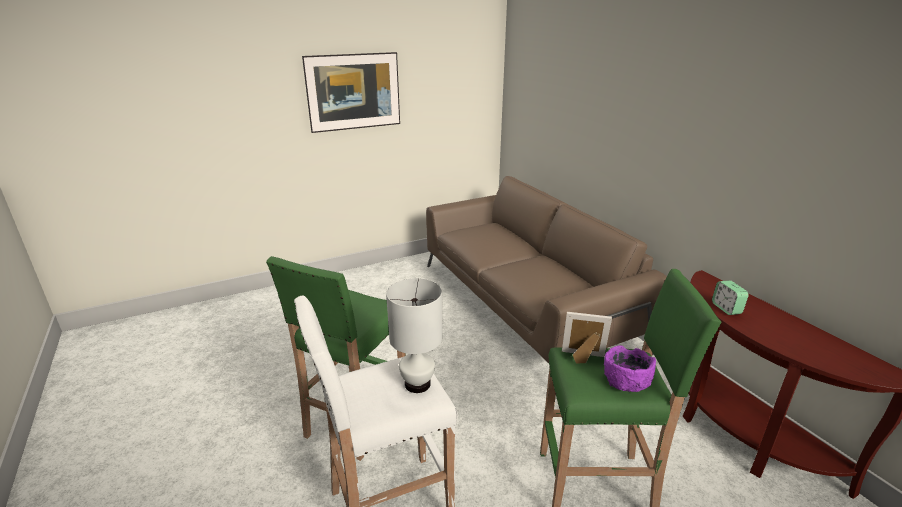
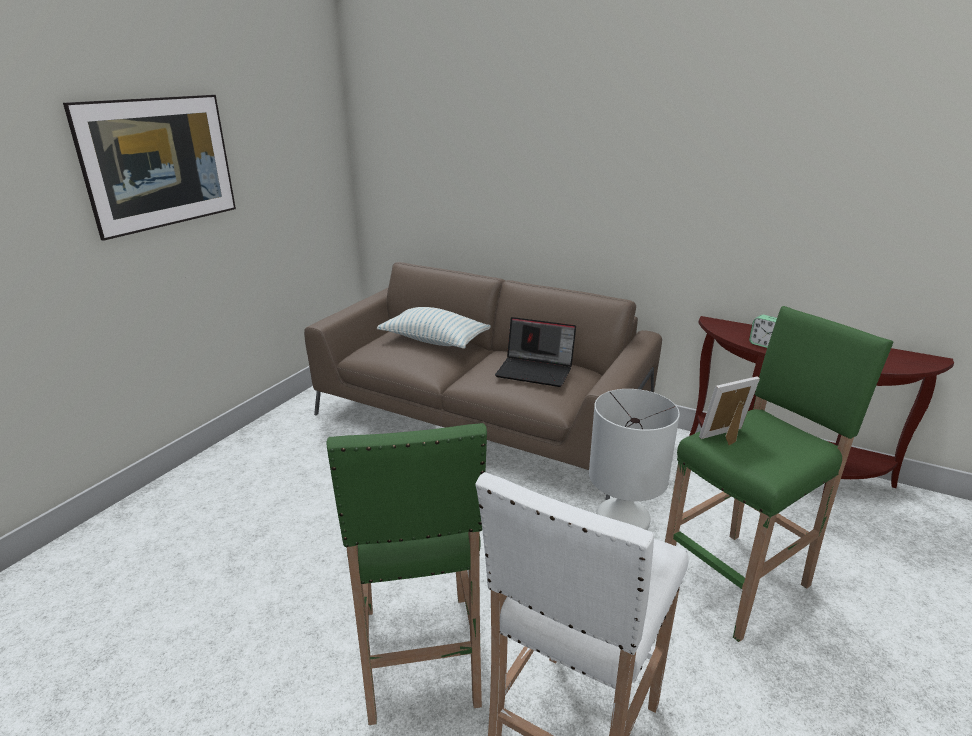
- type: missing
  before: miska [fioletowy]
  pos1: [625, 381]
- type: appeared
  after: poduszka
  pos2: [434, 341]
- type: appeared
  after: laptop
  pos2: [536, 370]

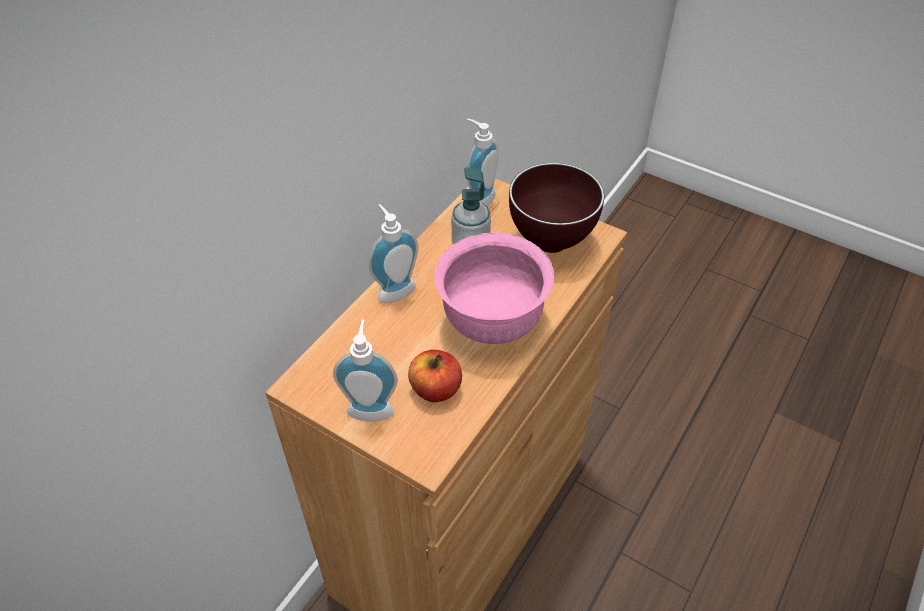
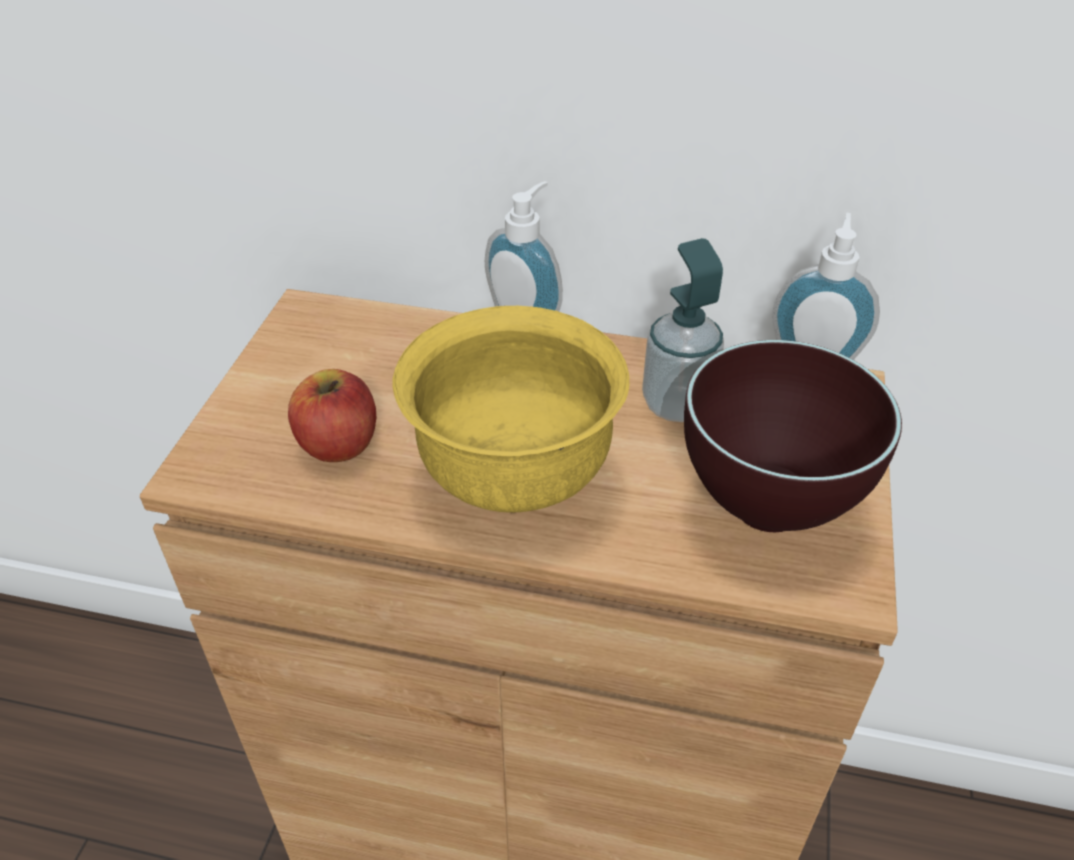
- type: missing
  before: dozownik mydła
  pos1: [371, 407]
- type: colour
  before: miska [różowy]
  after: miska [żółty]
  pos1: [492, 322]
  pos2: [513, 474]

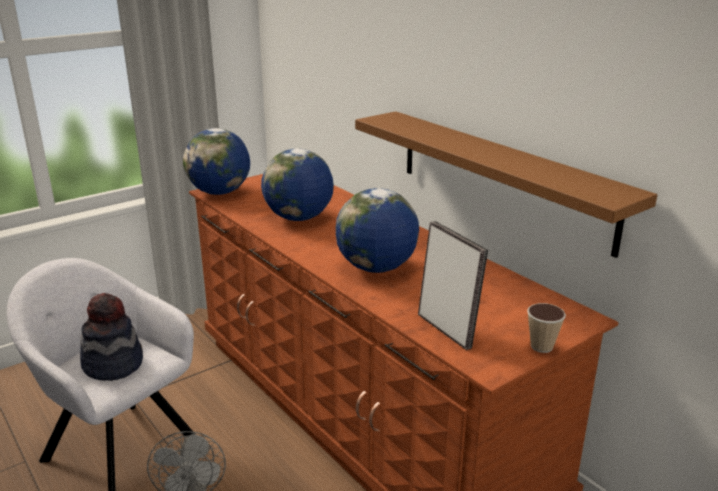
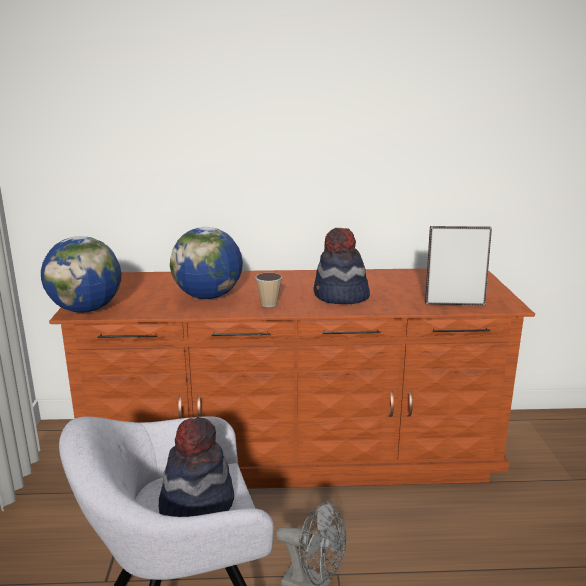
- type: exchanged
  before: globus
  after: kapelusz
  pos1: [376, 268]
  pos2: [340, 297]
- type: missing
  before: półka [brązowy]
  pos1: [501, 177]
- type: relocated
  before: filiżanka
  pos1: [541, 346]
  pos2: [269, 304]

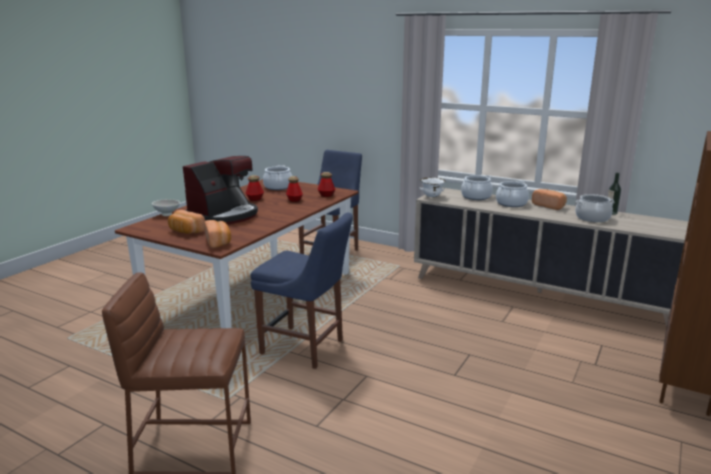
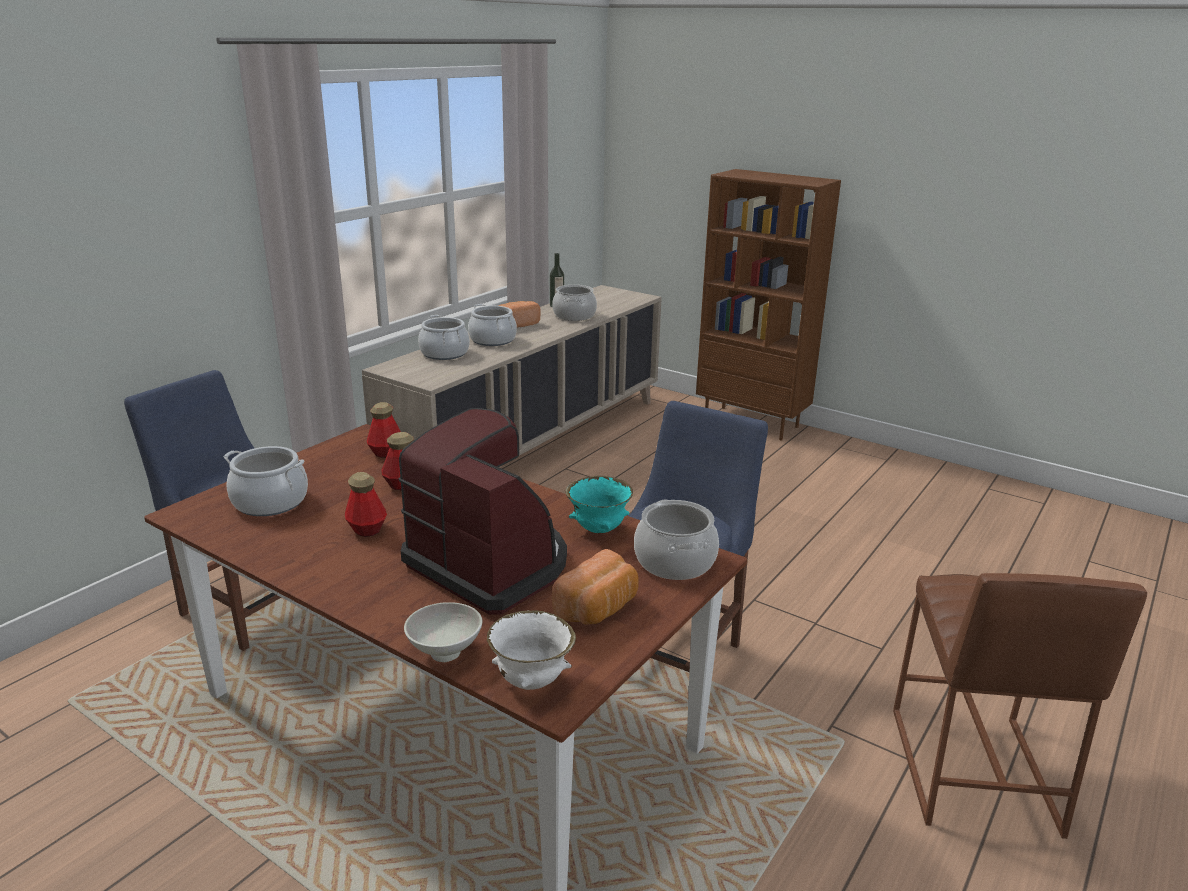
- type: exchanged
  before: chleb
  after: garnek
  pos1: [219, 242]
  pos2: [675, 561]
- type: relocated
  before: miska [biały]
  pos1: [431, 197]
  pos2: [531, 682]
- type: appeared
  after: miska [turkusowy]
  pos2: [599, 529]

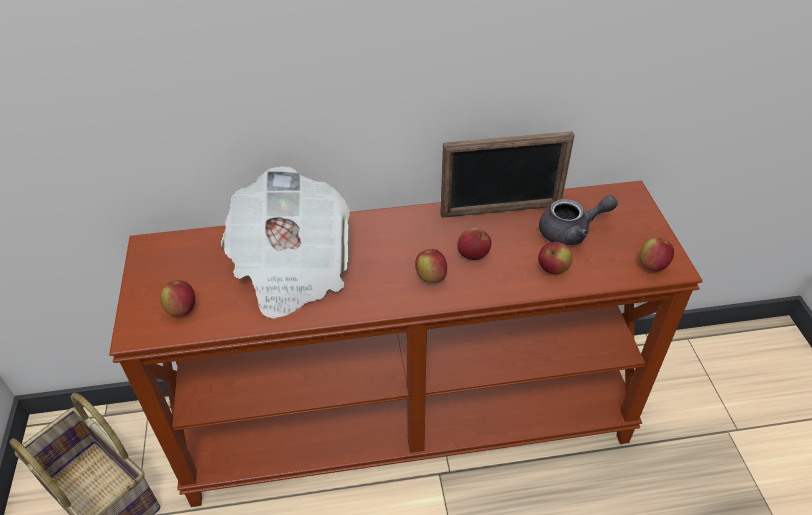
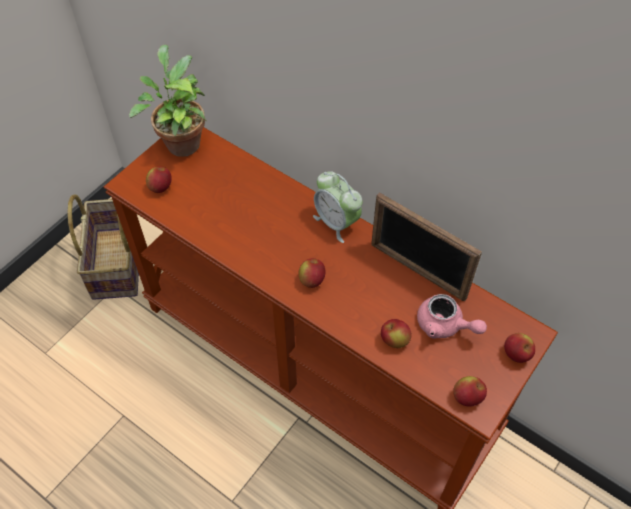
- type: missing
  before: gazeta
  pos1: [291, 267]
- type: relocated
  before: jabłko
  pos1: [473, 255]
  pos2: [516, 354]
- type: colour
  before: imbryk [szary]
  after: imbryk [różowy]
  pos1: [571, 231]
  pos2: [445, 326]
- type: appeared
  after: roślina doniczkowa
  pos2: [181, 141]
- type: appeared
  after: budzik
  pos2: [336, 222]

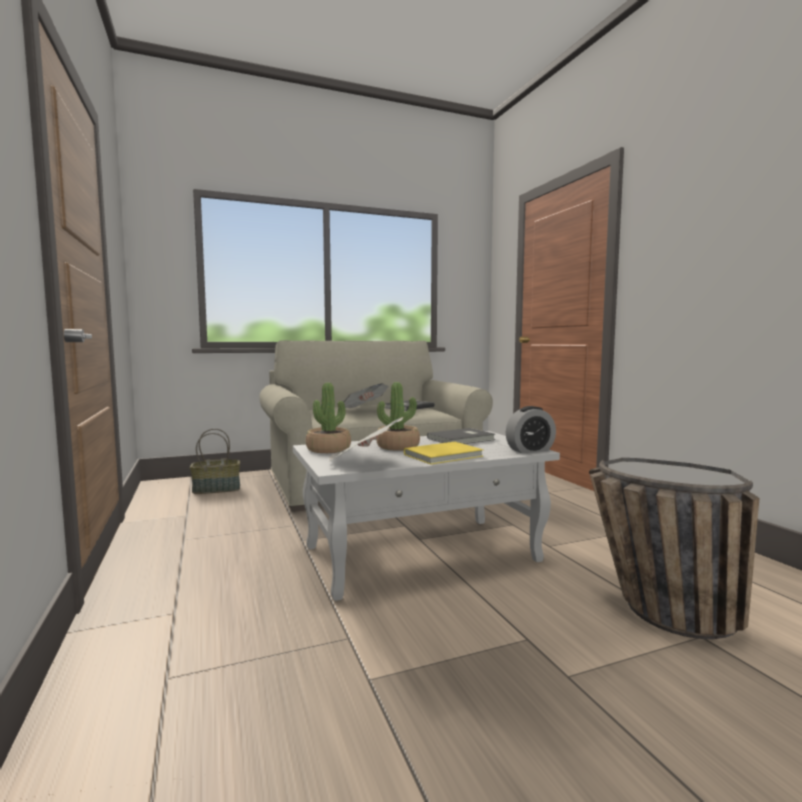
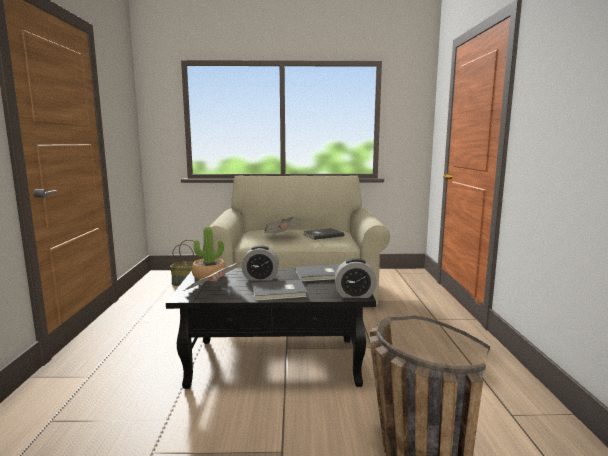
- type: colour
  before: ława [biały]
  after: ława [czarny]
  pos1: [422, 553]
  pos2: [276, 361]
- type: exchanged
  before: roślina doniczkowa
  after: budzik
  pos1: [398, 446]
  pos2: [260, 278]
- type: colour
  before: książka [żółty]
  after: książka [szary]
  pos1: [445, 455]
  pos2: [280, 292]

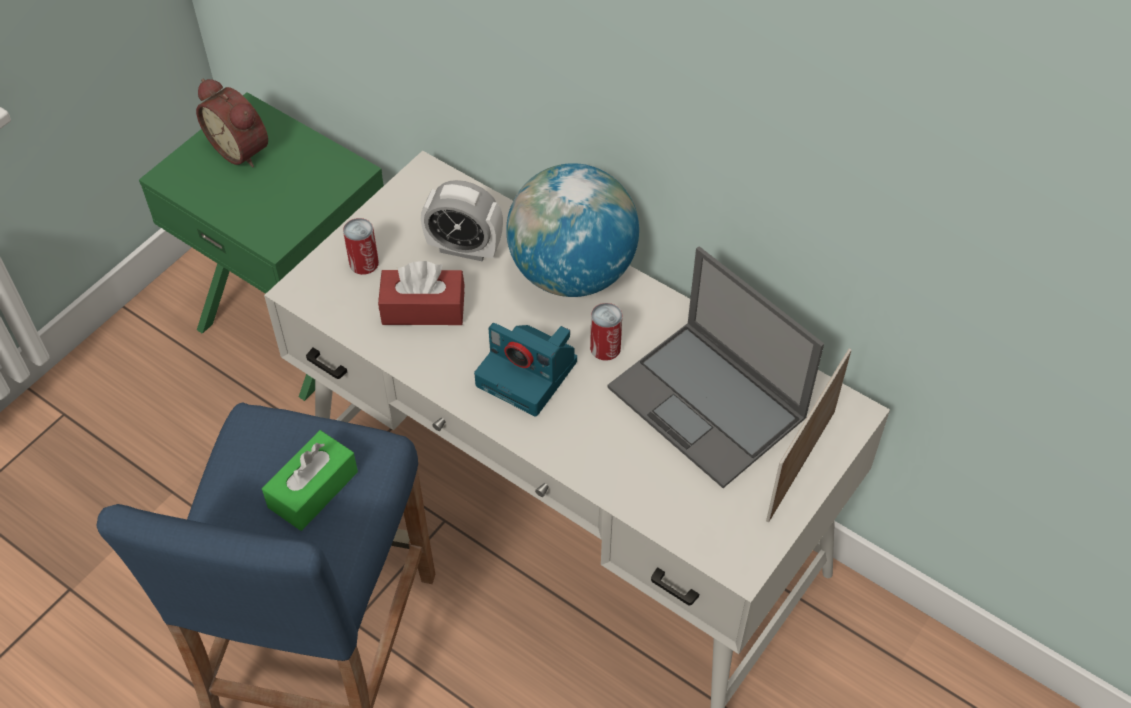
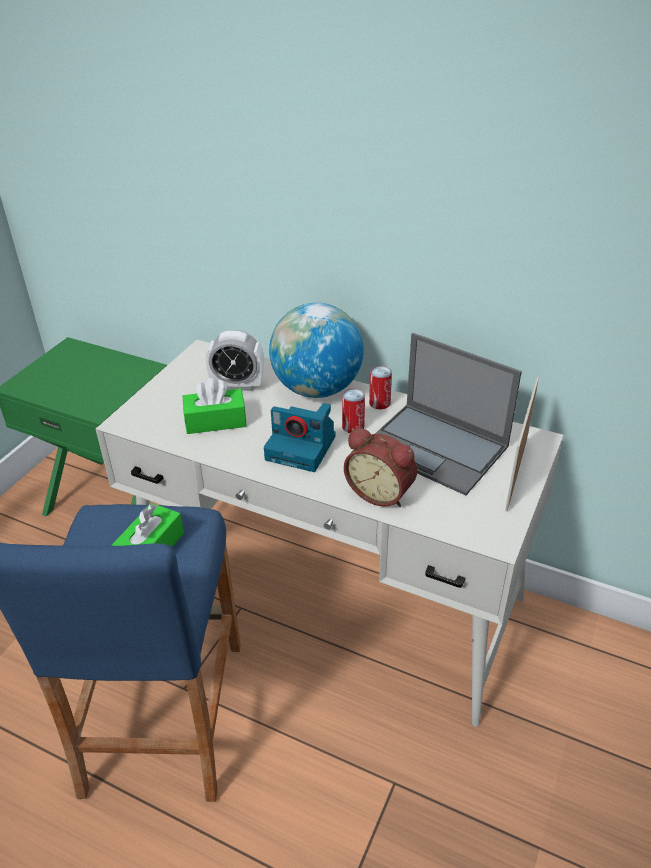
- type: relocated
  before: budzik
  pos1: [242, 148]
  pos2: [381, 492]
- type: relocated
  before: puszka
  pos1: [364, 263]
  pos2: [379, 403]
- type: colour
  before: pudełko chusteczek [czerwony]
  after: pudełko chusteczek [zielony]
  pos1: [423, 308]
  pos2: [215, 421]

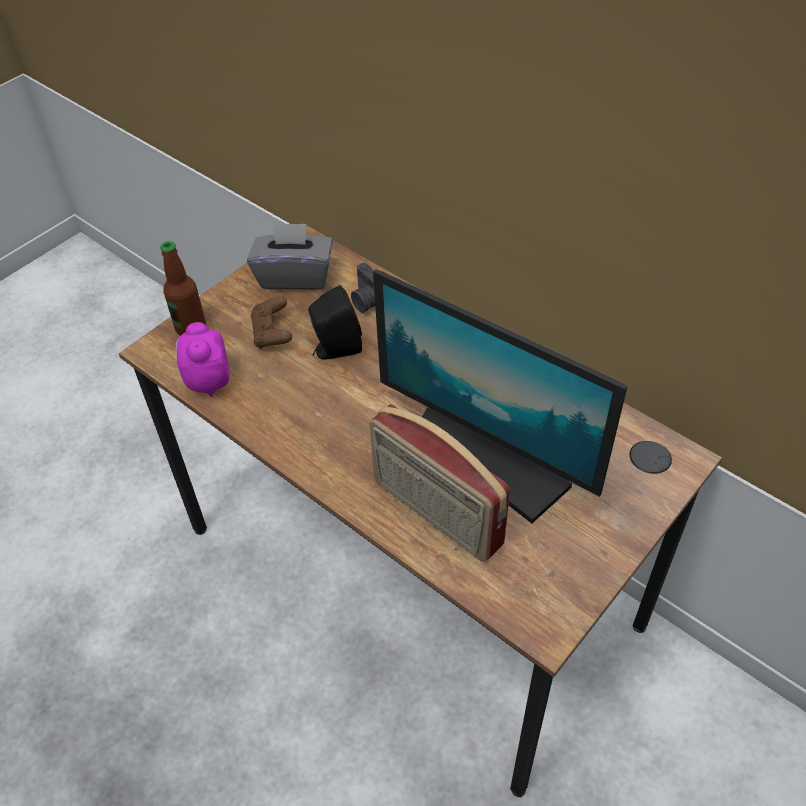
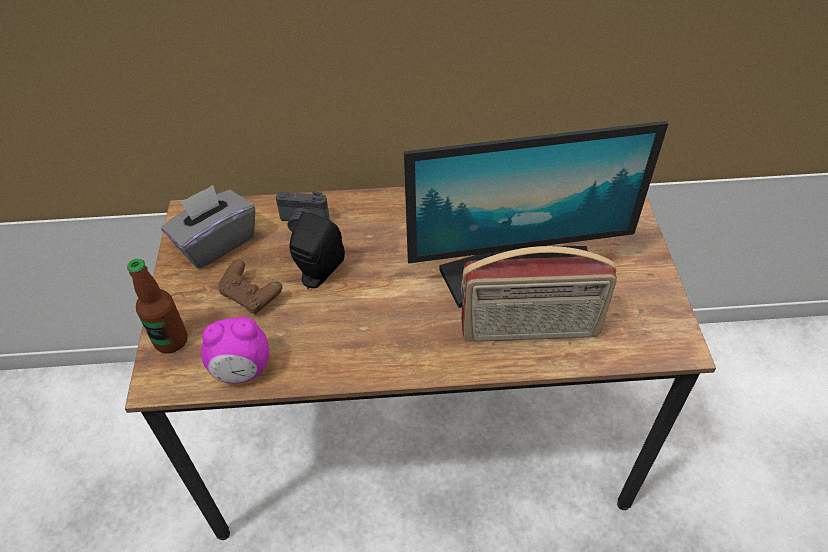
- type: spun
  before: budzik
  pos1: [208, 382]
  pos2: [242, 370]
  turn: -45

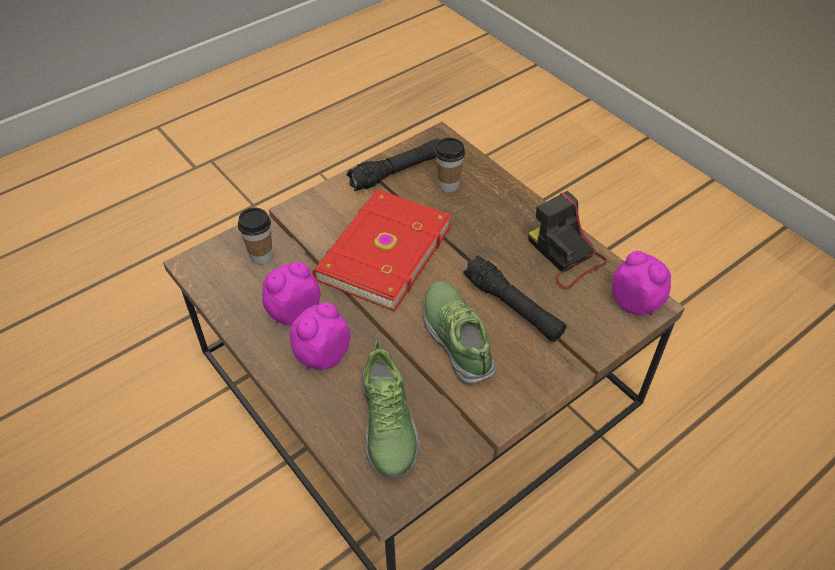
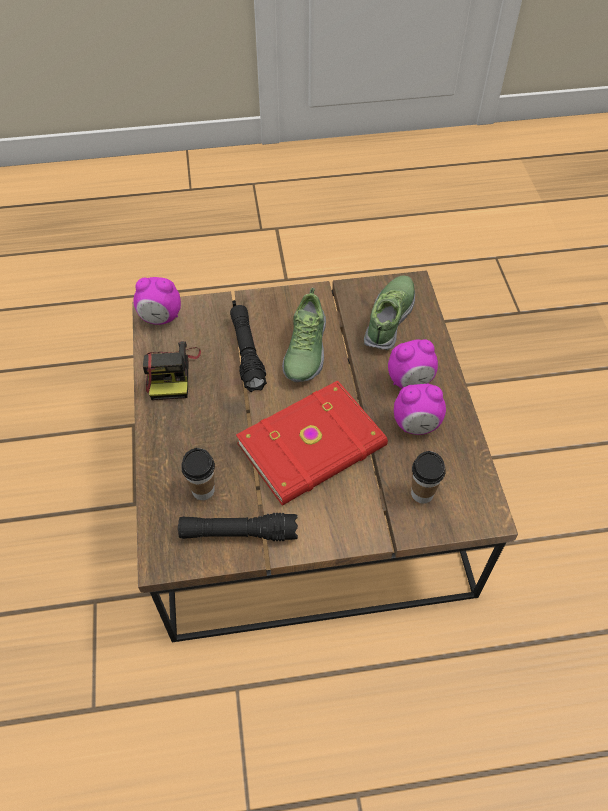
- type: spun
  before: budzik
  pos1: [635, 303]
  pos2: [161, 318]
  turn: -75

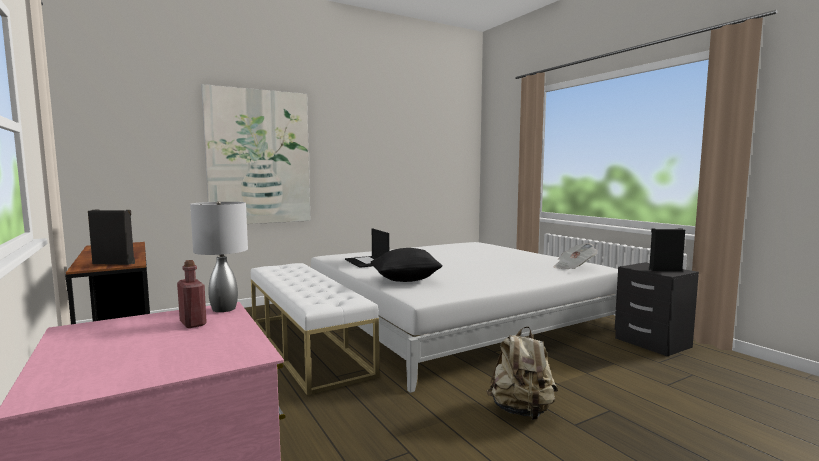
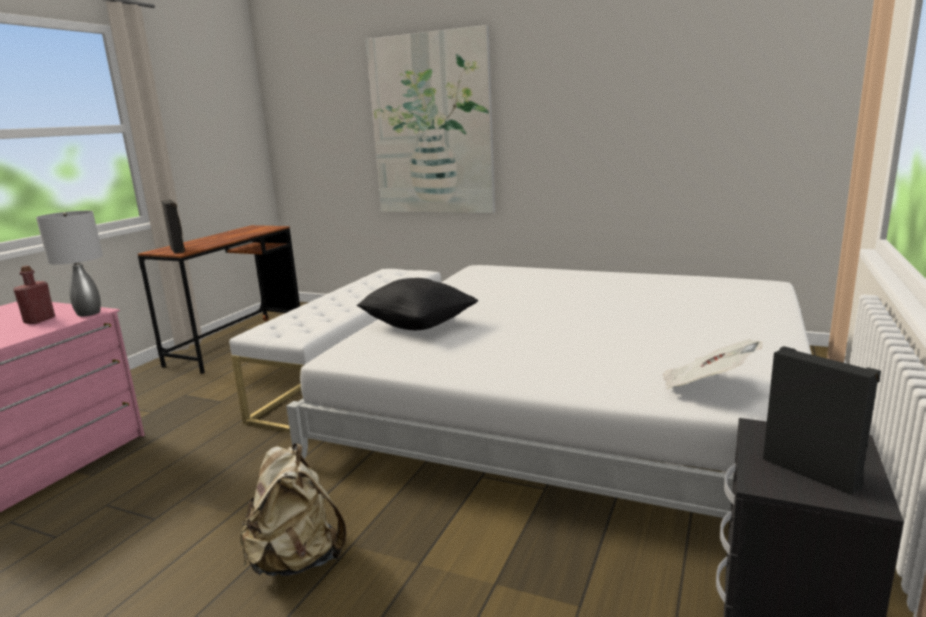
- type: missing
  before: laptop
  pos1: [367, 262]

